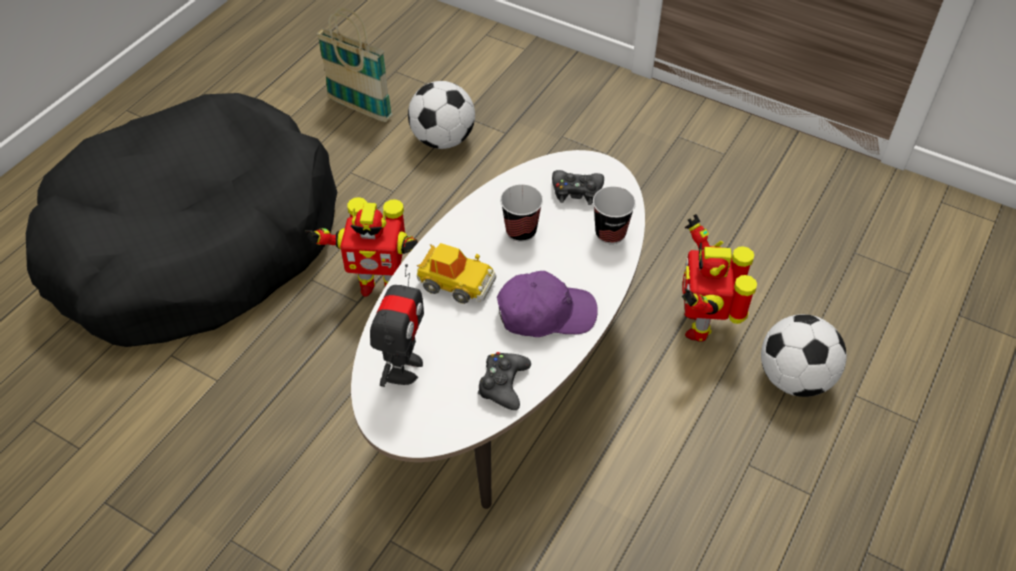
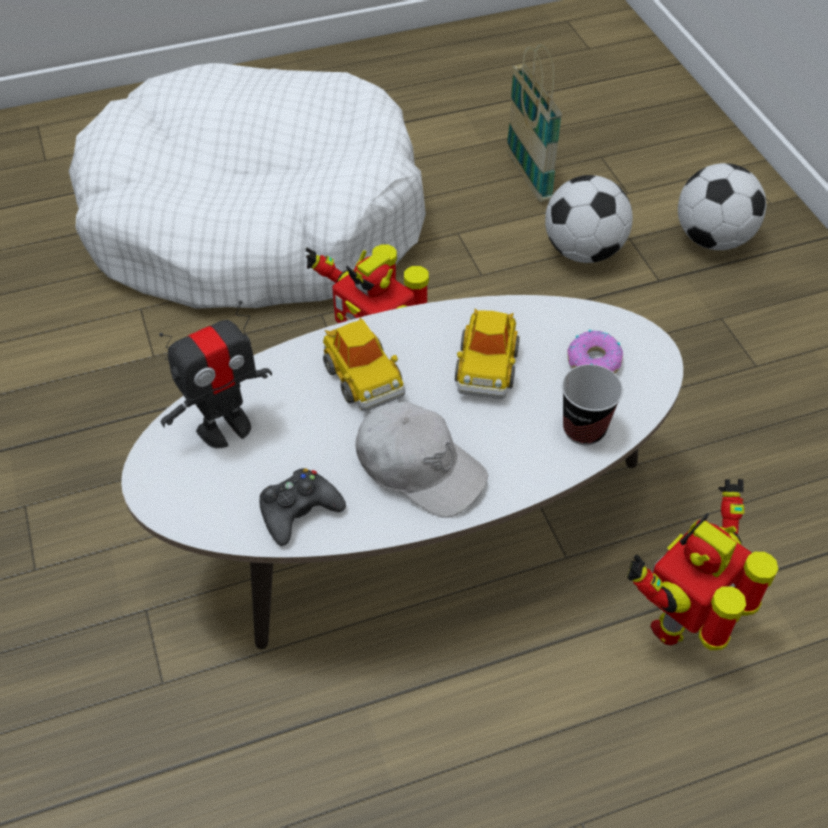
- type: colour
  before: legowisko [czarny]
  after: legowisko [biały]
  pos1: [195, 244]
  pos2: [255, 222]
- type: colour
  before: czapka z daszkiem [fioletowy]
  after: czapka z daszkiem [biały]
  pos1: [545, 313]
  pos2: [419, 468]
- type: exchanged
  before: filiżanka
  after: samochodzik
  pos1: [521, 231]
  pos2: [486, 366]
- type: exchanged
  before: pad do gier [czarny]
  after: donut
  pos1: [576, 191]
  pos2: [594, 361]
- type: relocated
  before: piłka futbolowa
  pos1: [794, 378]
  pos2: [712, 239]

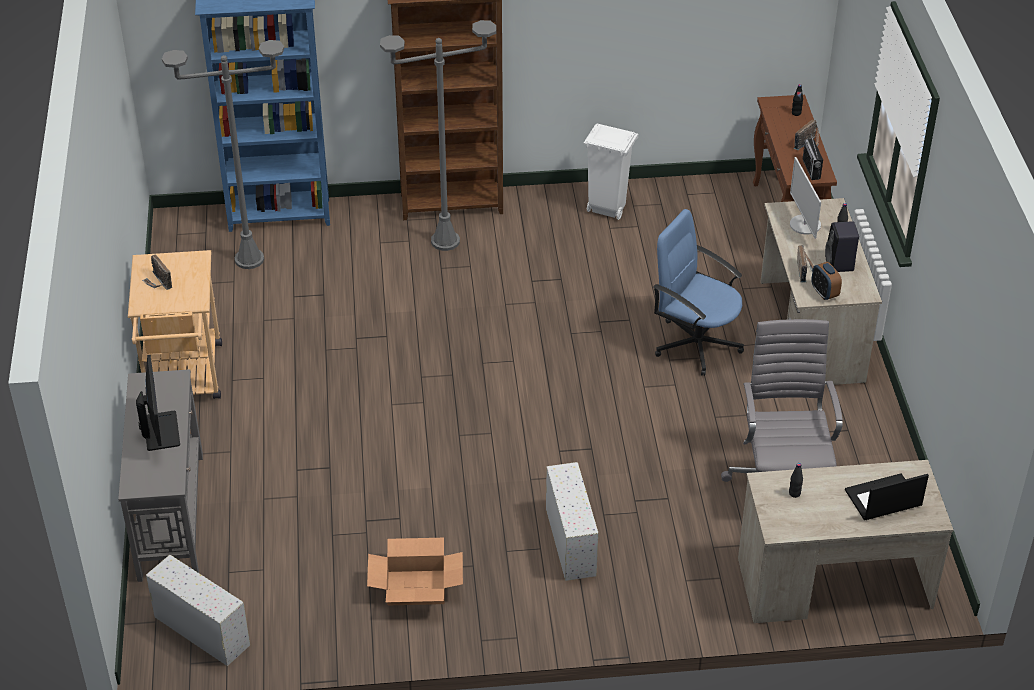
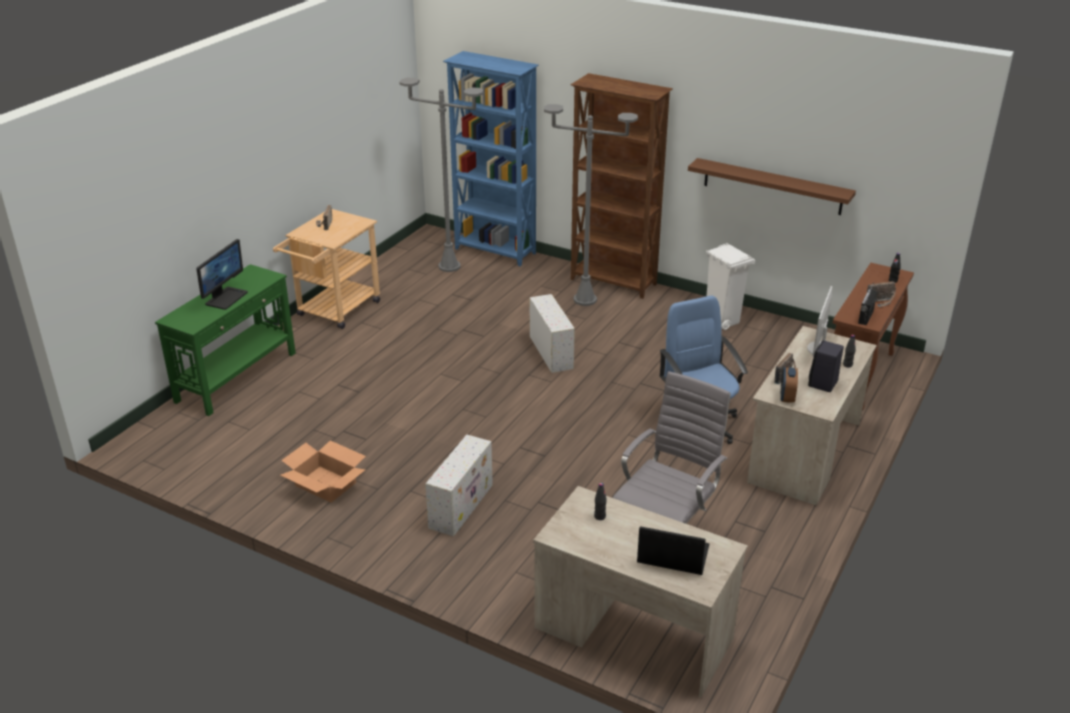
- type: colour
  before: stolik konsolowy [szary]
  after: stolik konsolowy [zielony]
  pos1: [172, 515]
  pos2: [237, 377]
- type: relocated
  before: pojemnik do przechowywania [biały]
  pos1: [200, 630]
  pos2: [550, 351]
- type: appeared
  after: półka [brązowy]
  pos2: [772, 186]

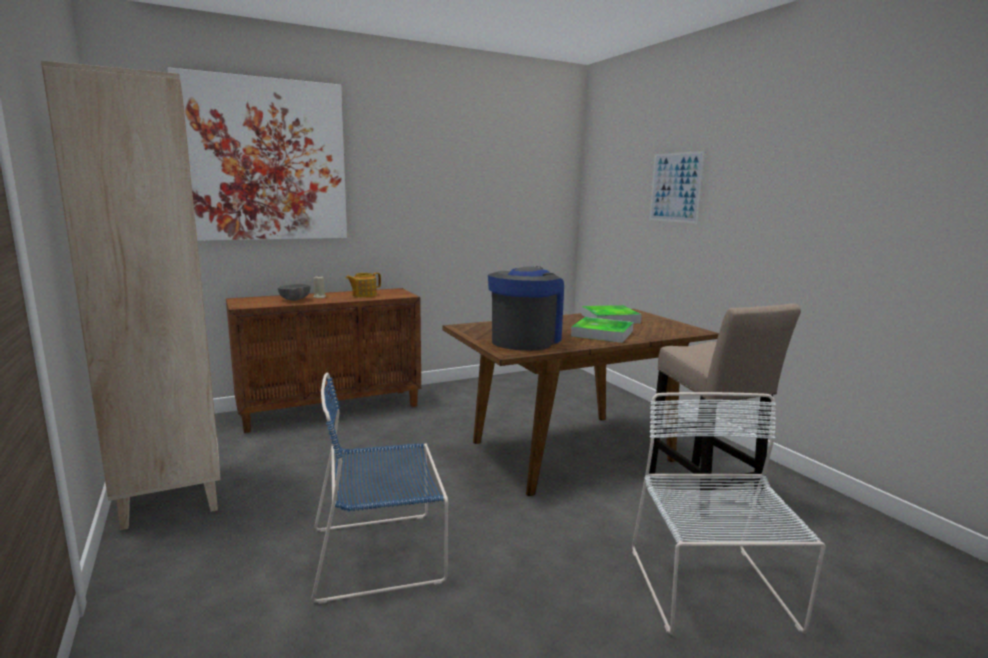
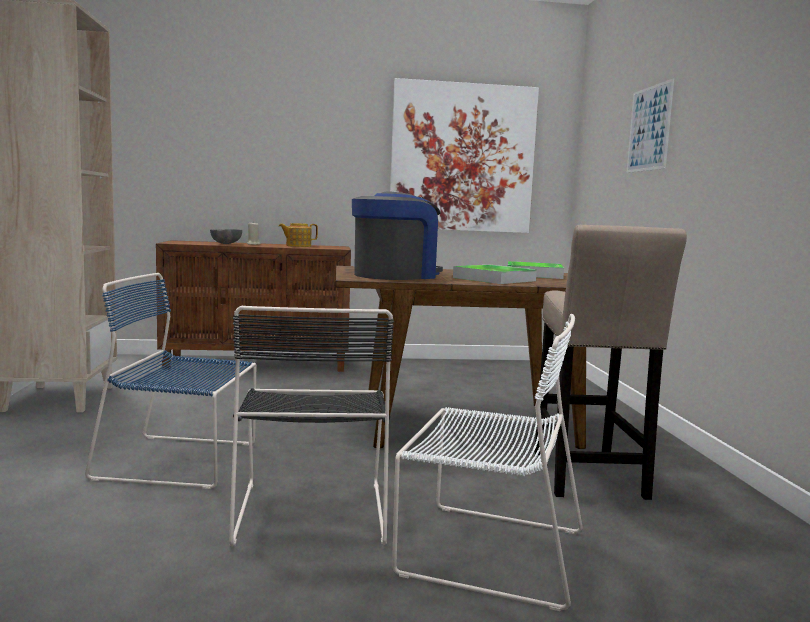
- type: relocated
  before: obraz
  pos1: [264, 160]
  pos2: [462, 158]
- type: spun
  before: krzesło [biały]
  pos1: [712, 592]
  pos2: [485, 550]
  turn: 90
- type: appeared
  after: krzesło [czarny]
  pos2: [312, 509]

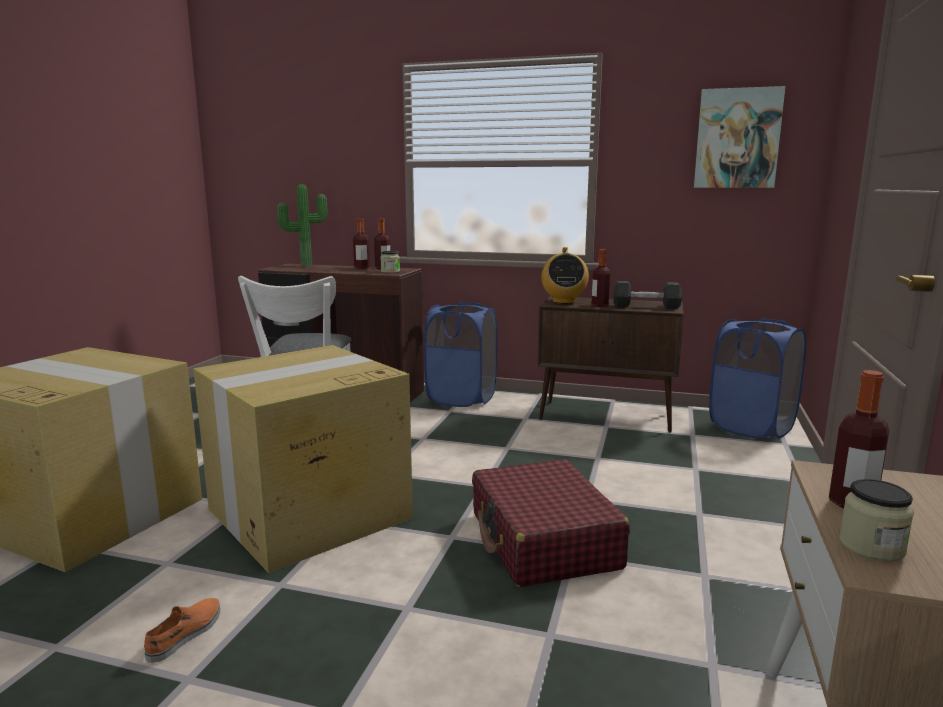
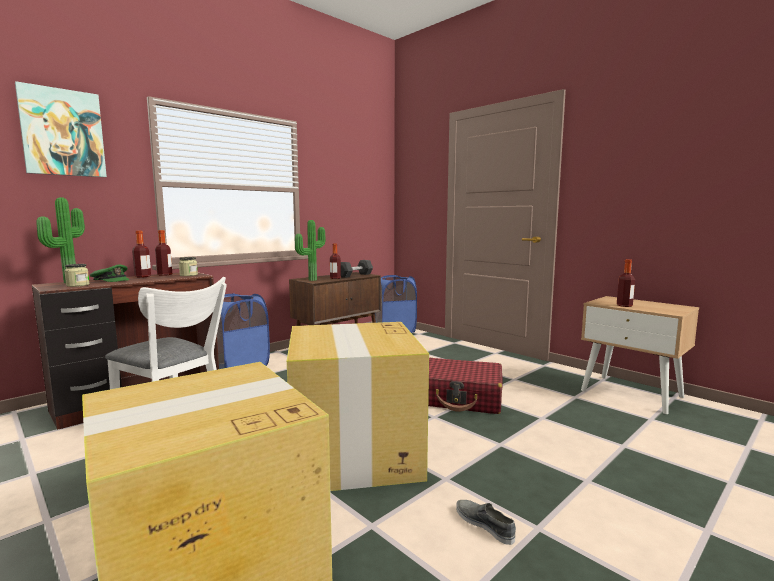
- type: colour
  before: but [pomarańczowy]
  after: but [szary]
  pos1: [186, 634]
  pos2: [484, 524]
- type: exchanged
  before: radio
  after: roślina doniczkowa
  pos1: [563, 301]
  pos2: [311, 280]
- type: relocated
  before: obraz
  pos1: [737, 138]
  pos2: [63, 133]
- type: relocated
  before: słoik
  pos1: [871, 546]
  pos2: [78, 285]
- type: appeared
  after: czapka z daszkiem [zielony]
  pos2: [111, 280]

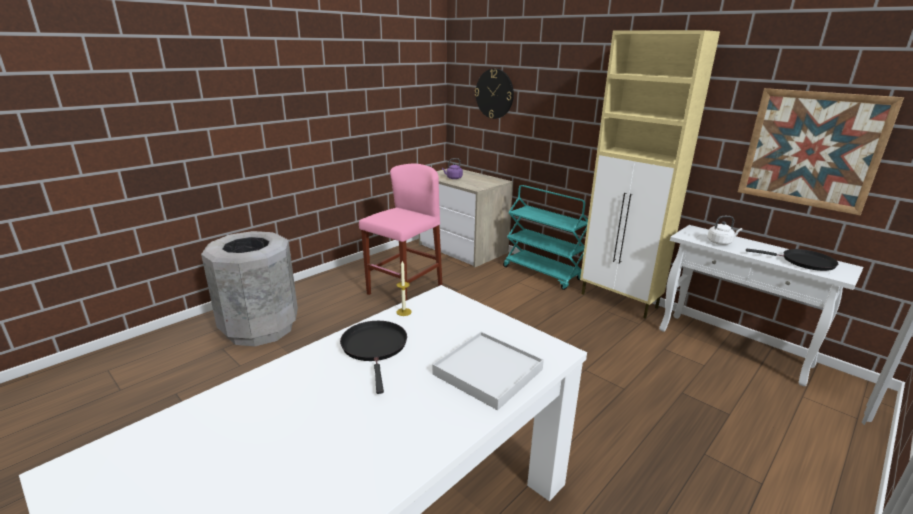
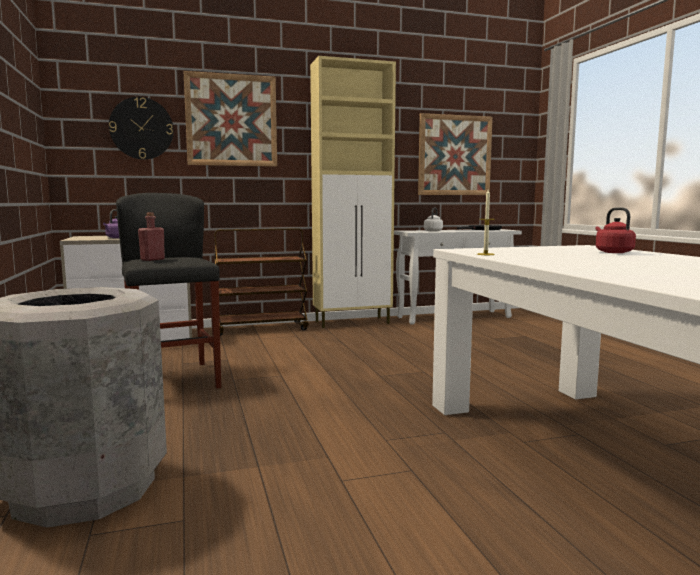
- type: missing
  before: patelnia [czarny]
  pos1: [375, 347]
- type: colour
  before: stołek [różowy]
  after: stołek [czarny]
  pos1: [405, 290]
  pos2: [173, 380]
- type: exchanged
  before: taca [biały]
  after: czajnik [czerwony]
  pos1: [488, 372]
  pos2: [612, 252]
- type: colour
  before: wózek [turkusowy]
  after: wózek [brązowy]
  pos1: [543, 273]
  pos2: [261, 328]
- type: appeared
  after: butelka [czerwony]
  pos2: [152, 259]
- type: appeared
  after: obraz
  pos2: [231, 120]

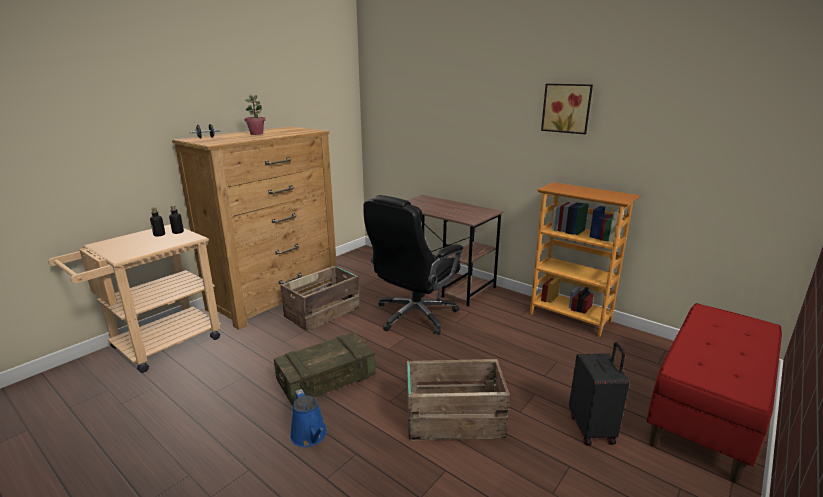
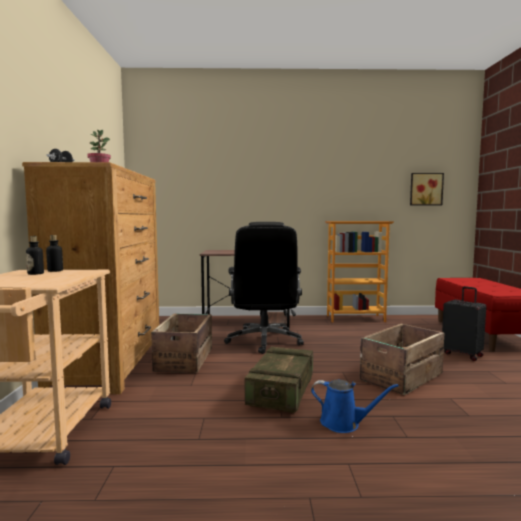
- type: relocated
  before: obraz
  pos1: [567, 108]
  pos2: [425, 189]

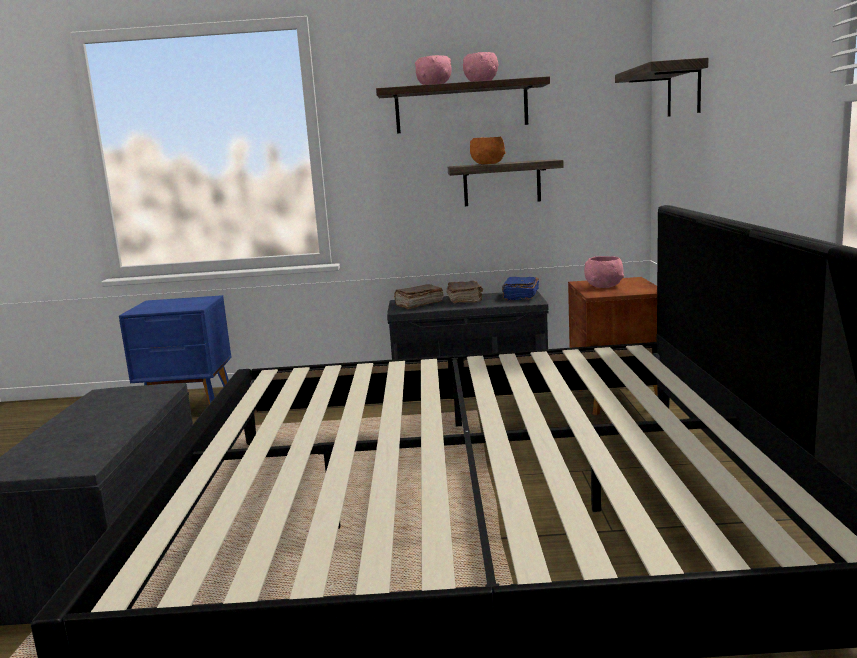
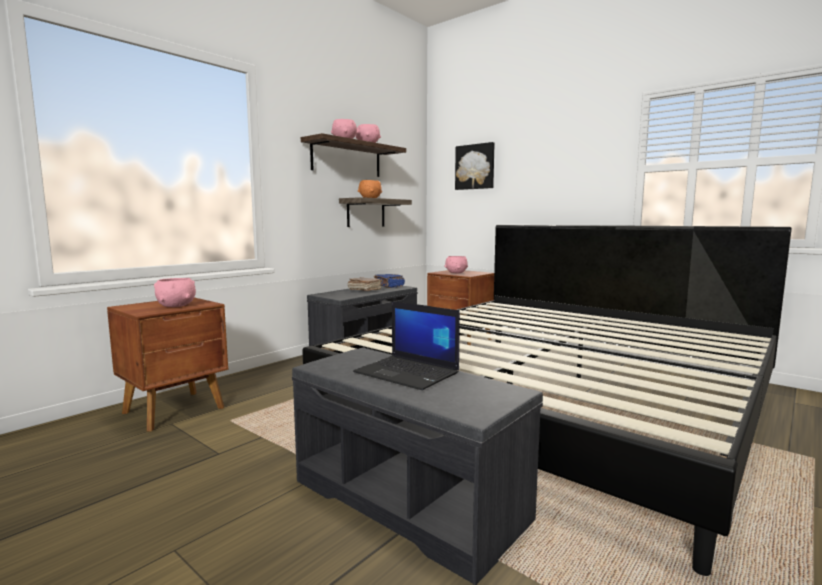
- type: colour
  before: szafka nocna [niebieski]
  after: szafka nocna [brązowy]
  pos1: [190, 407]
  pos2: [176, 410]
- type: missing
  before: książka [brązowy]
  pos1: [418, 304]
- type: exchanged
  before: półka
  after: obraz
  pos1: [684, 90]
  pos2: [475, 167]
- type: appeared
  after: miska [różowy]
  pos2: [176, 306]
- type: appeared
  after: laptop
  pos2: [408, 373]

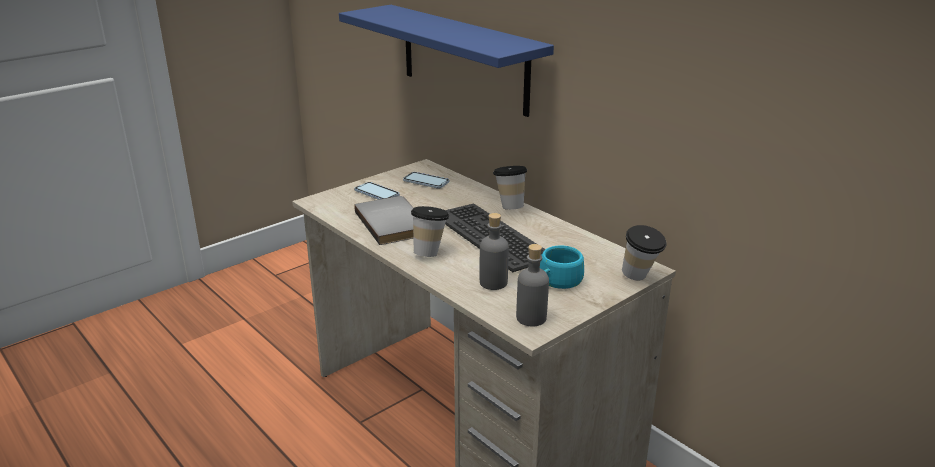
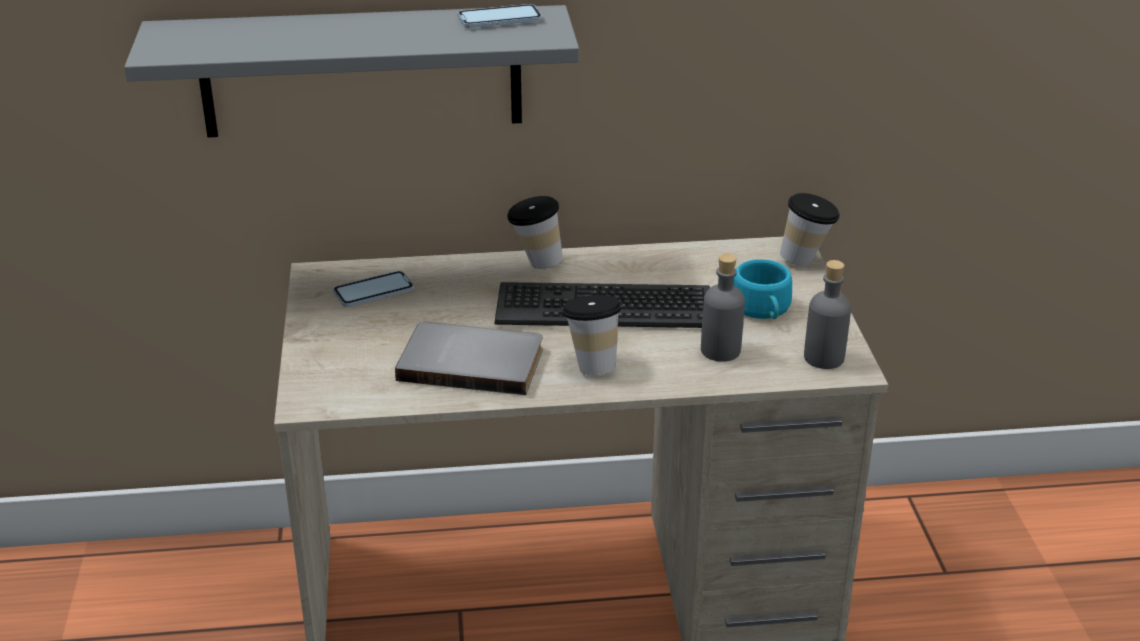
- type: colour
  before: półka [niebieski]
  after: półka [szary]
  pos1: [464, 59]
  pos2: [361, 71]
- type: relocated
  before: telefon
  pos1: [377, 193]
  pos2: [499, 19]

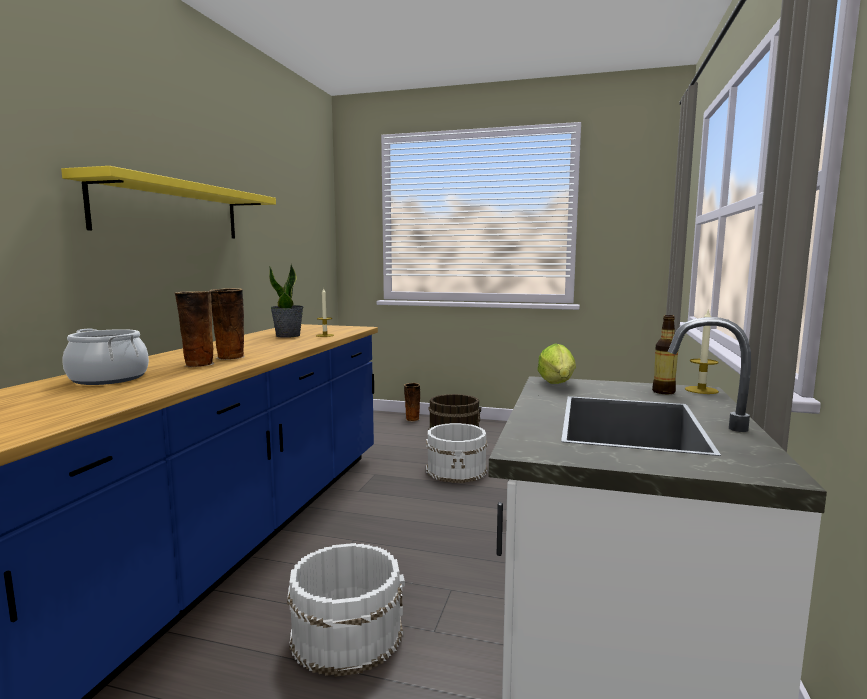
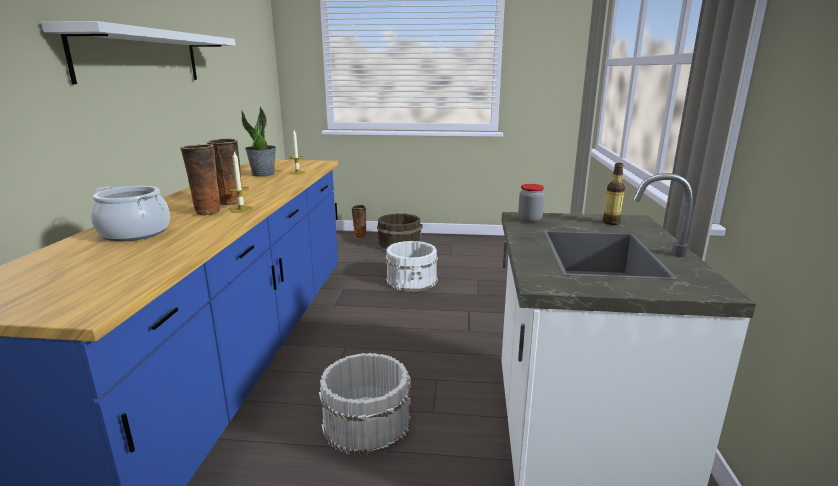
- type: colour
  before: półka [żółty]
  after: półka [biały]
  pos1: [171, 211]
  pos2: [141, 57]
- type: exchanged
  before: sałata
  after: słoik
  pos1: [557, 385]
  pos2: [529, 220]
- type: relocated
  before: świeca
  pos1: [701, 390]
  pos2: [241, 209]

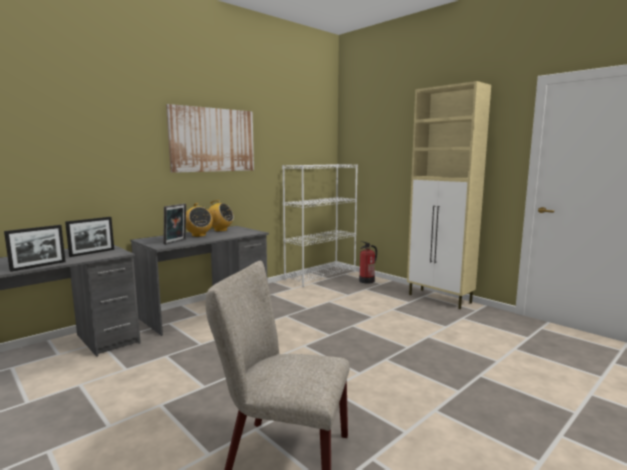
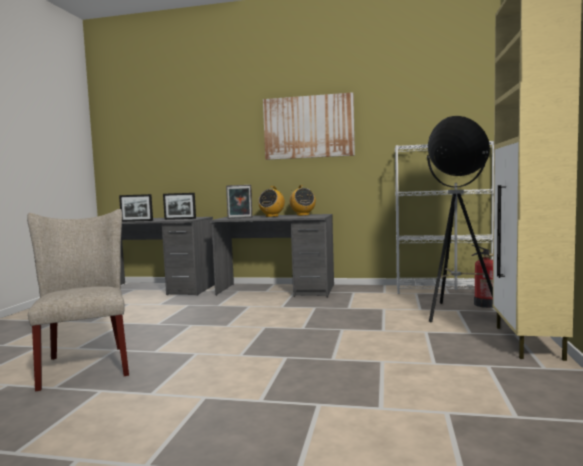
- type: appeared
  after: lampa stojąca
  pos2: [455, 314]

